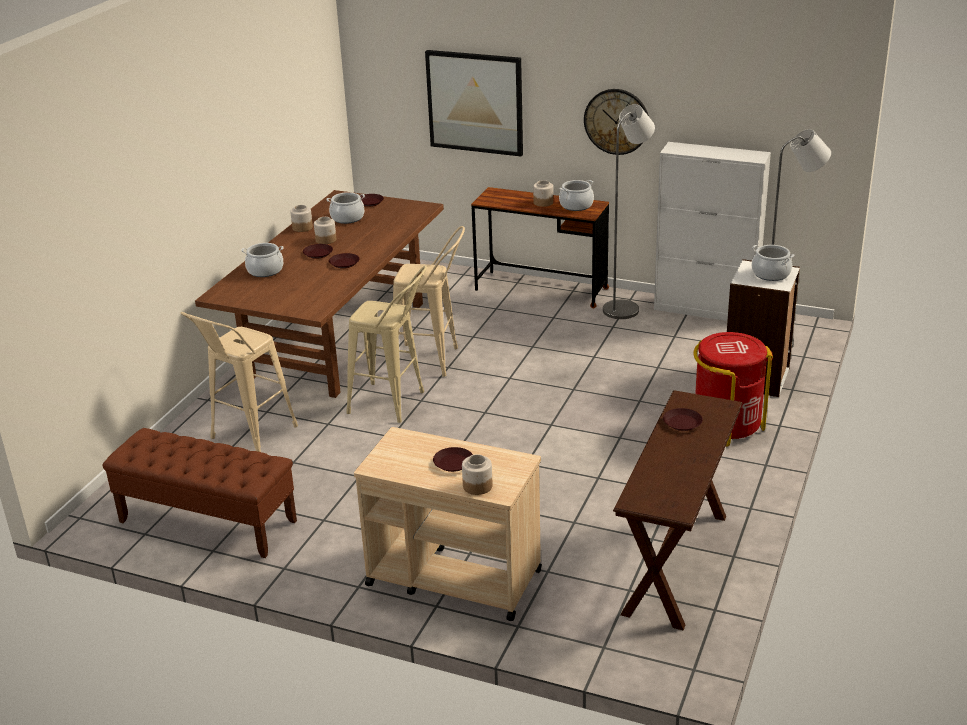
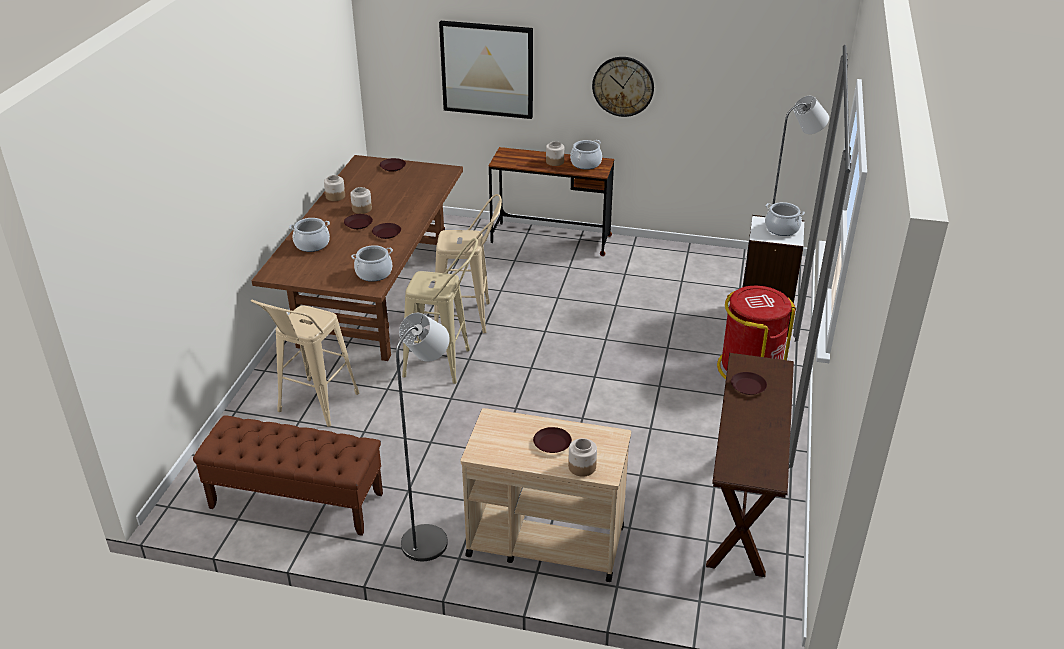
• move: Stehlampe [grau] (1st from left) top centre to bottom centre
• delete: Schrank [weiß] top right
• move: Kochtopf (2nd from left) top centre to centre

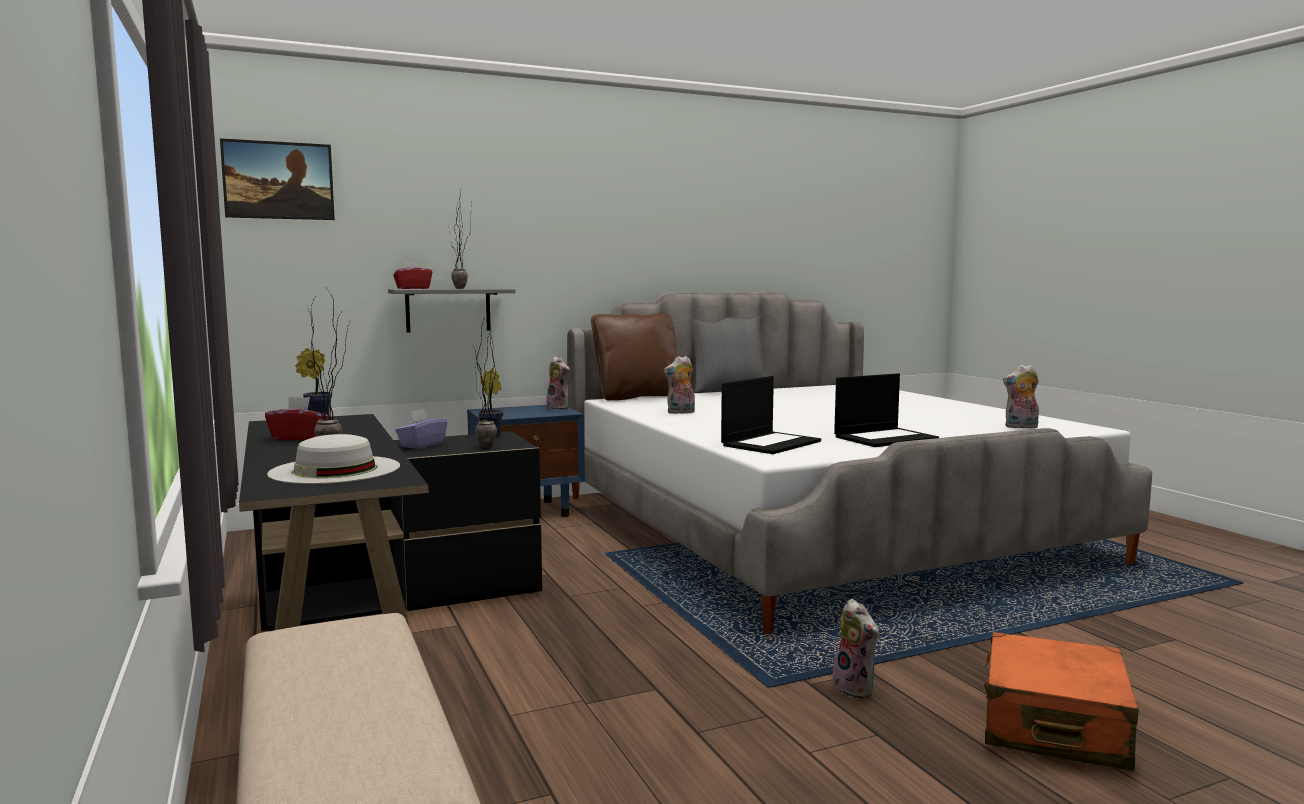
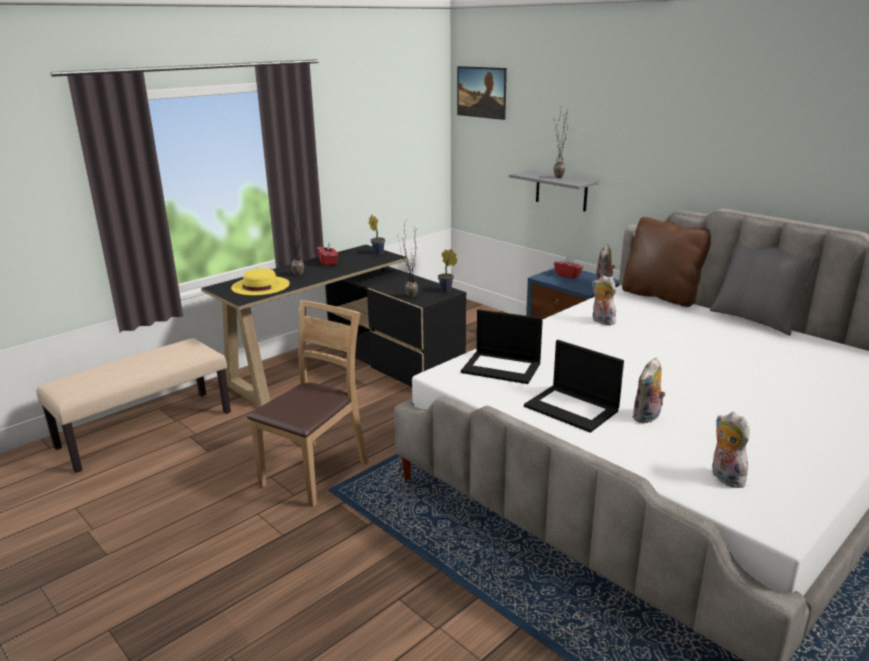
• move: Taschentuchbox [rot] (2nd from left) middle left to centre
• delete: Taschentuchbox [lila] middle left
• recolor: Hut [weiß] middle left to Hut [gelb] middle left
• move: Plüschtier (3rd from left) bottom centre to middle right
• delete: Koffer [orange] bottom right
• insert: Stuhl [braun] centre

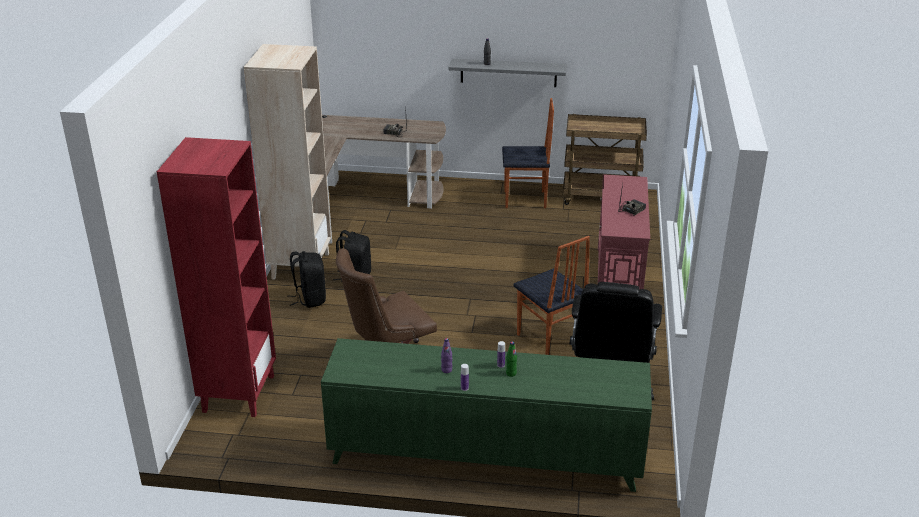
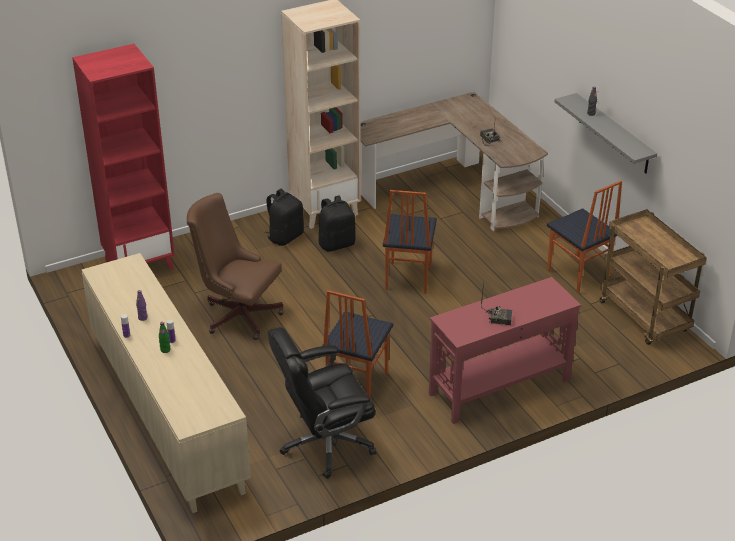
• recolor: Schrank [grün] bottom centre to Schrank [beige] bottom left
• insert: Stuhl (2nd from left) centre

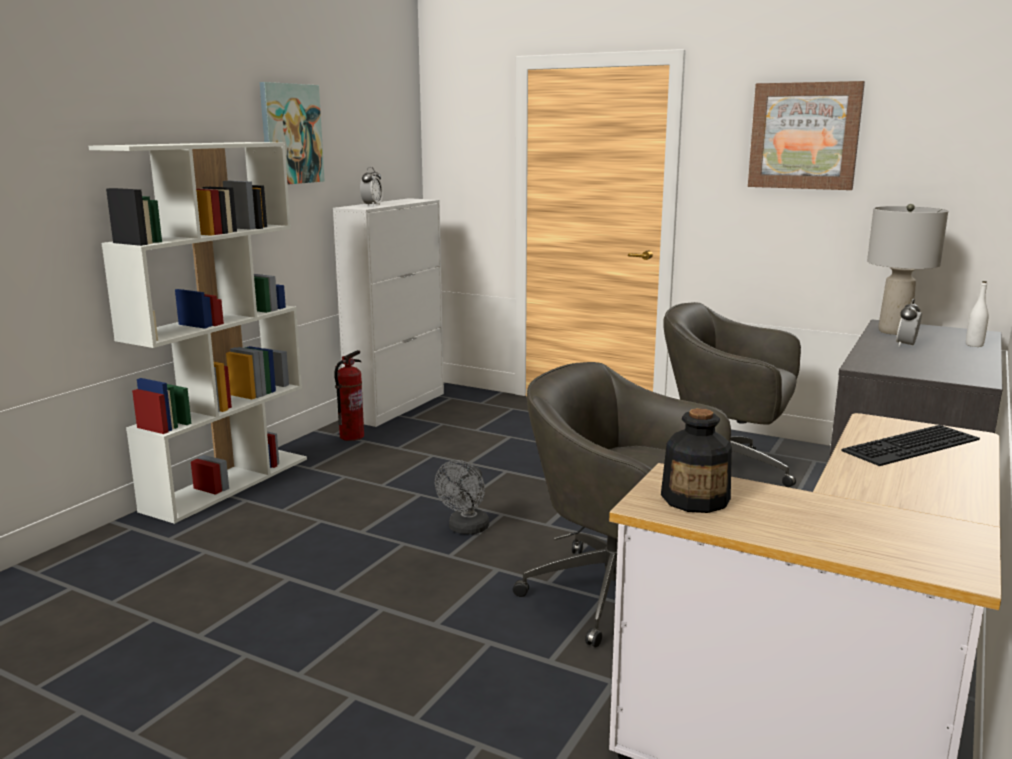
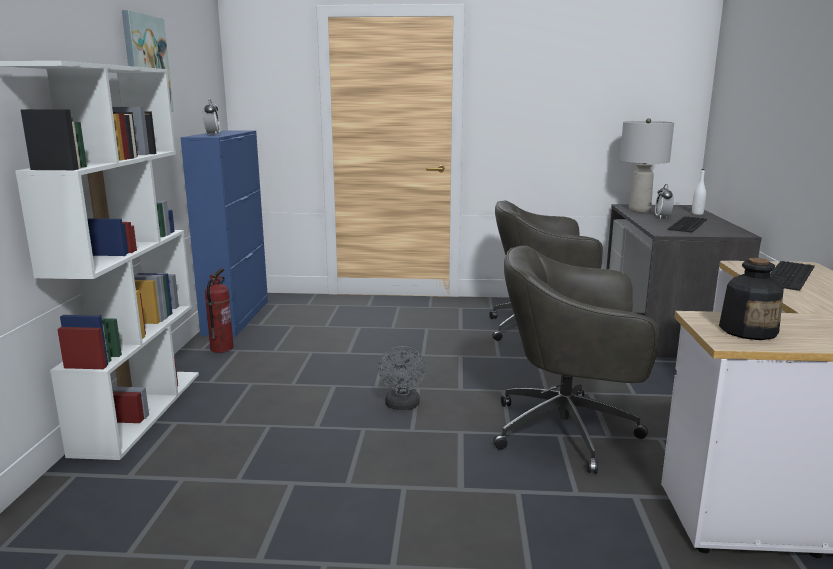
• delete: Bild (2nd from left) top right
• recolor: Schrank [weiß] centre to Schrank [blau] middle left
• insert: Tastatur (1st from left) middle right

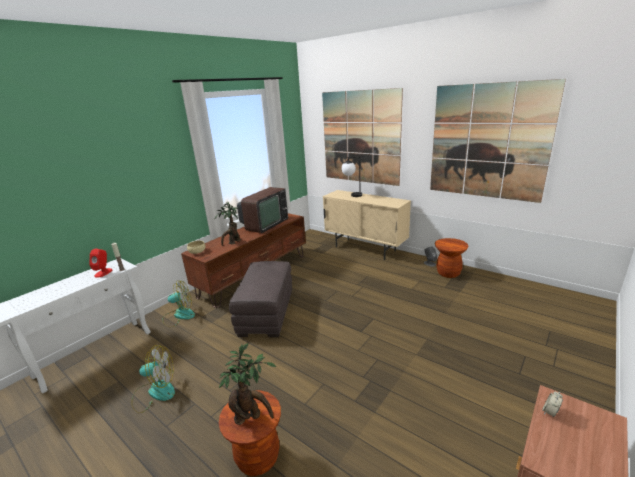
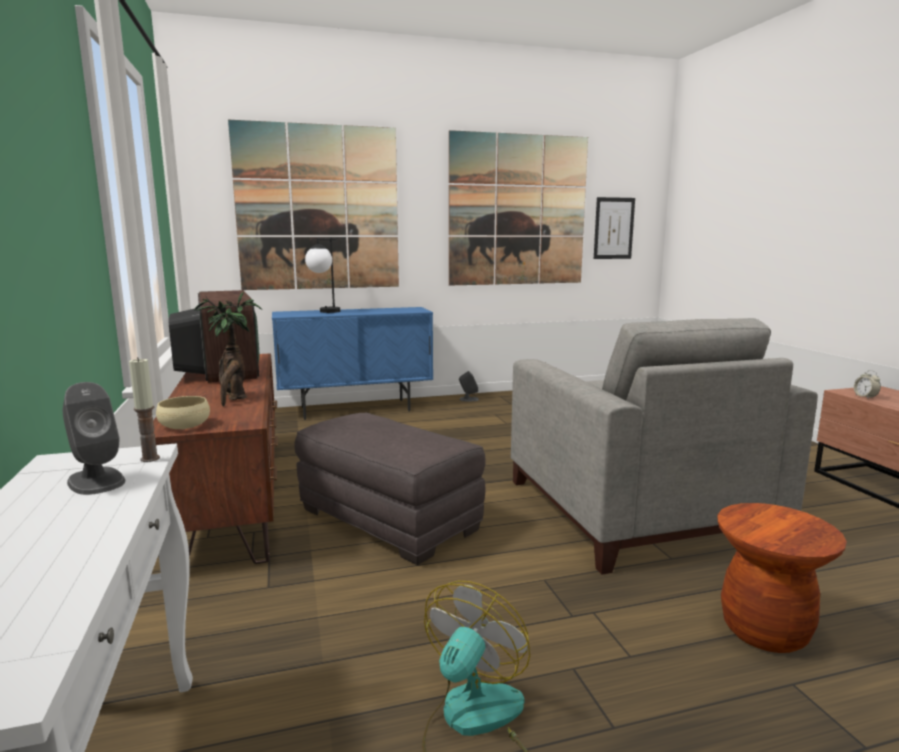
• recolor: Schrank [beige] centre to Schrank [blau] centre
• delete: Hocker [braun] (2nd from left) middle right
• recolor: Lautsprecher [rot] middle left to Lautsprecher [grau] (1st from left) middle left
• delete: Ventilator (2nd from left) middle left
• delete: Topfpflanze (2nd from left) bottom centre
• insert: Bild (3rd from left) top right
• insert: Sessel [grau] middle right

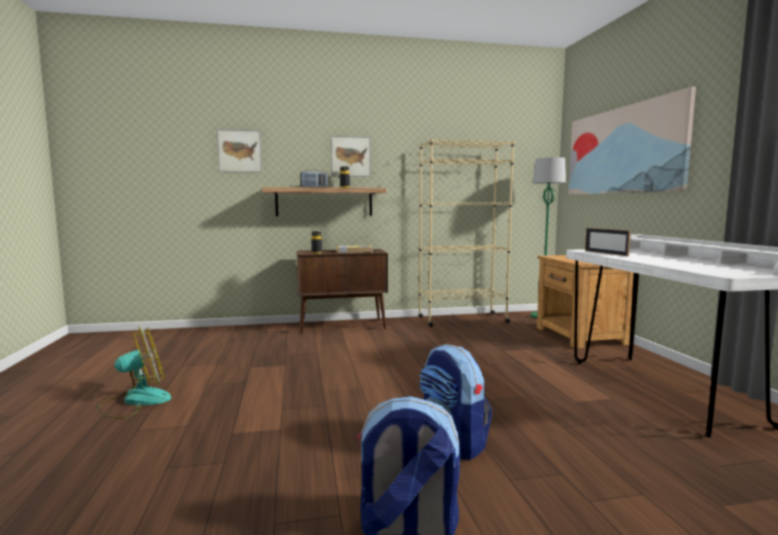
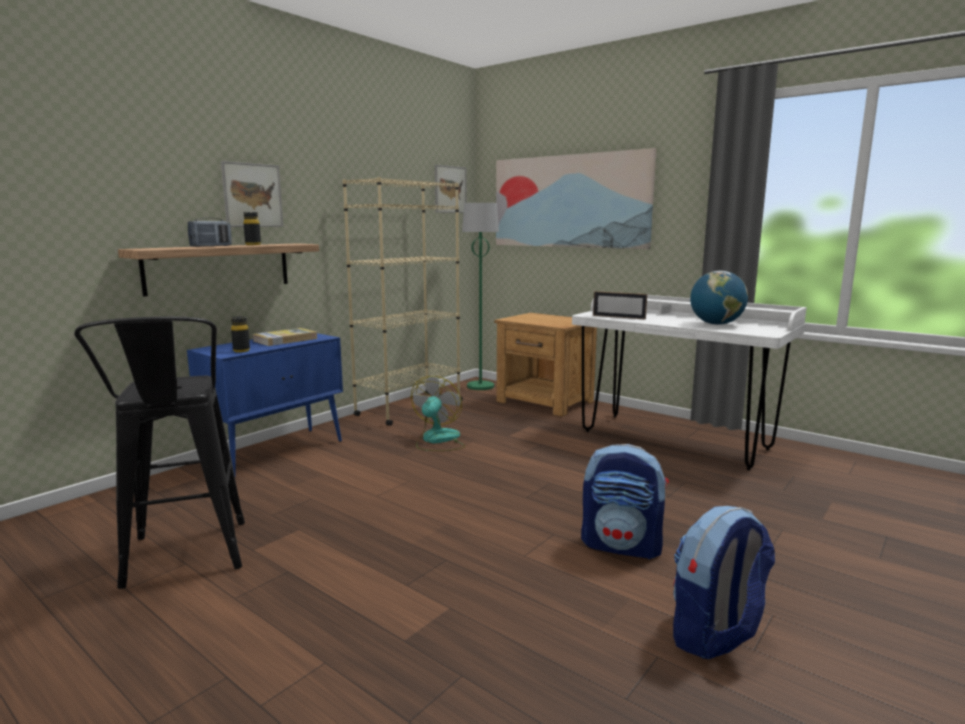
• move: Bild (1st from left in the first image) top left to Bild (2nd from left) top centre
• recolor: Schrank [braun] centre to Schrank [blau] middle left
• move: Ventilator bottom left to centre
• insert: Globus middle right
• insert: Hocker [schwarz] middle left

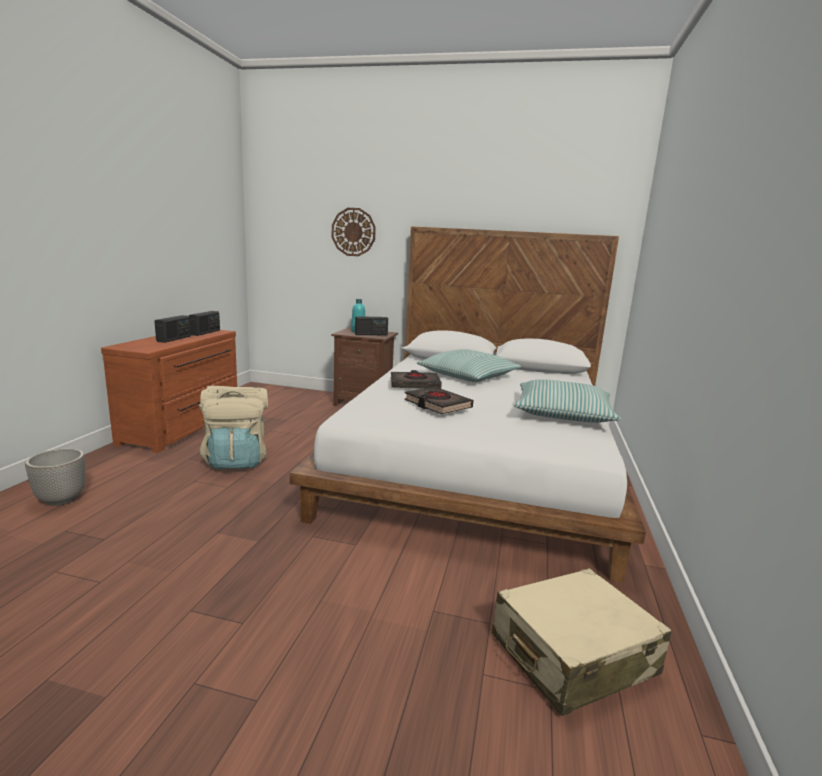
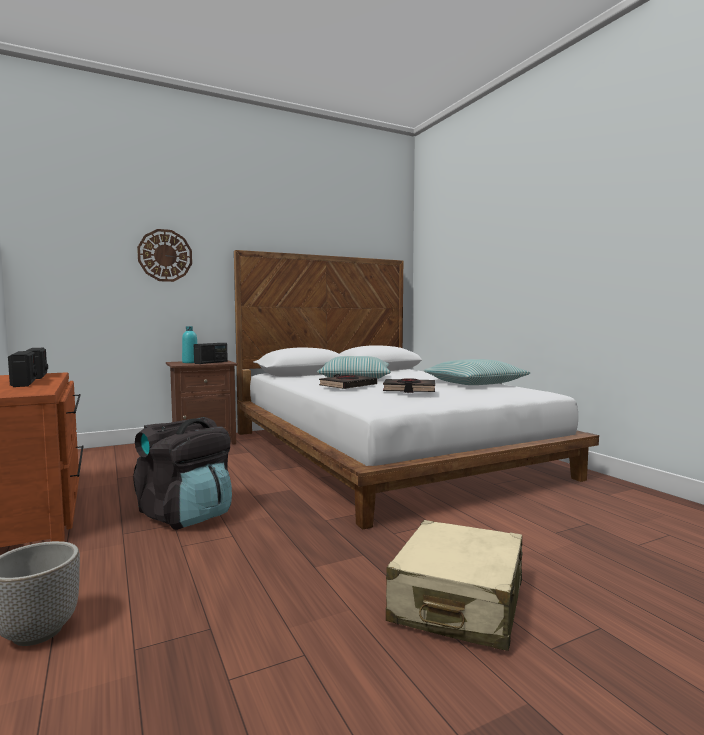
• recolor: Rucksack [beige] middle left to Rucksack [schwarz] middle left
• move: Koffer [beige] bottom right to bottom centre

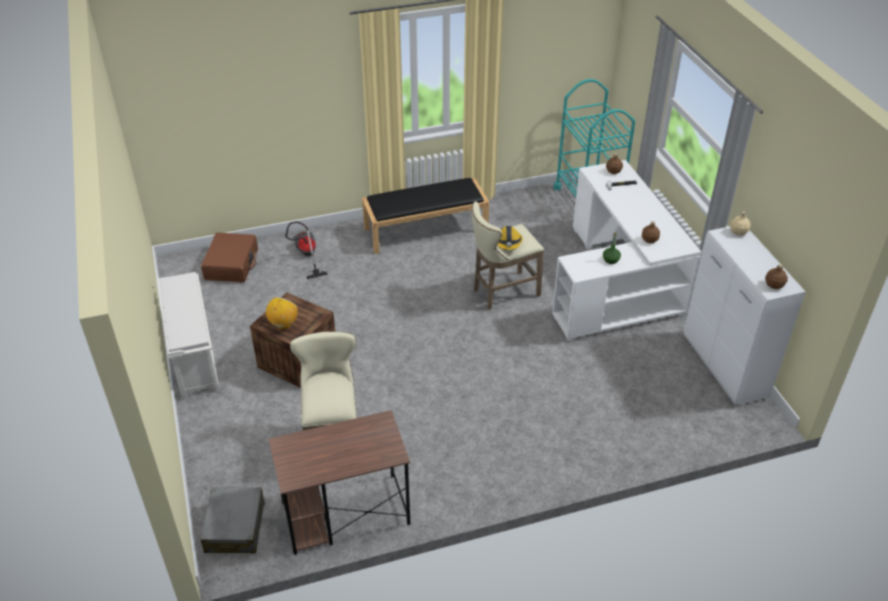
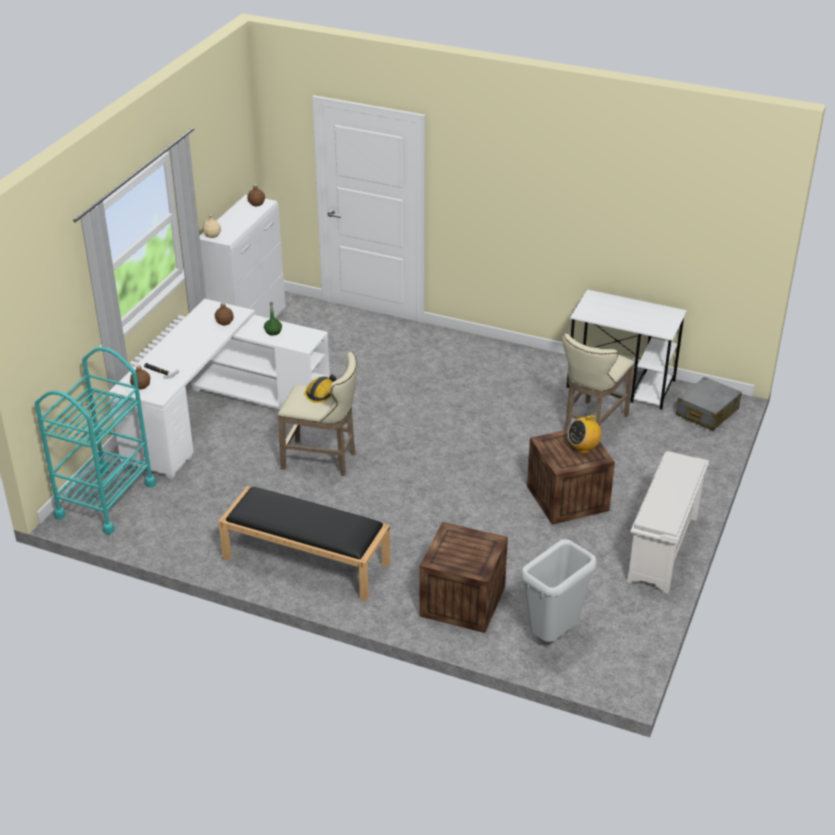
• replace: Staubsauger centre to Kiste (1st from left) bottom centre
• replace: Koffer [braun] middle left to Mülleimer [grau] bottom right
• recolor: Schreibtisch [braun] bottom centre to Schreibtisch [weiß] (2nd from left) middle right

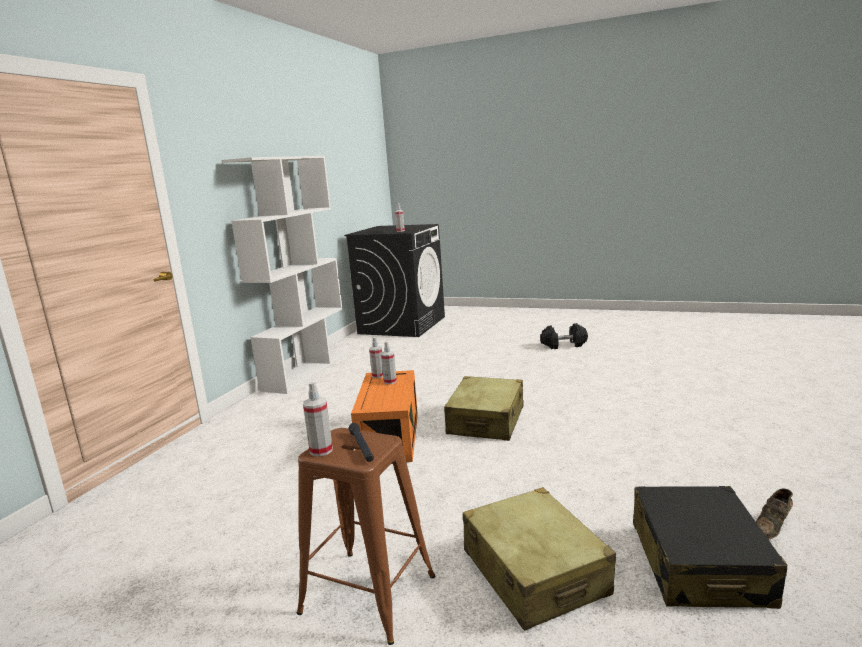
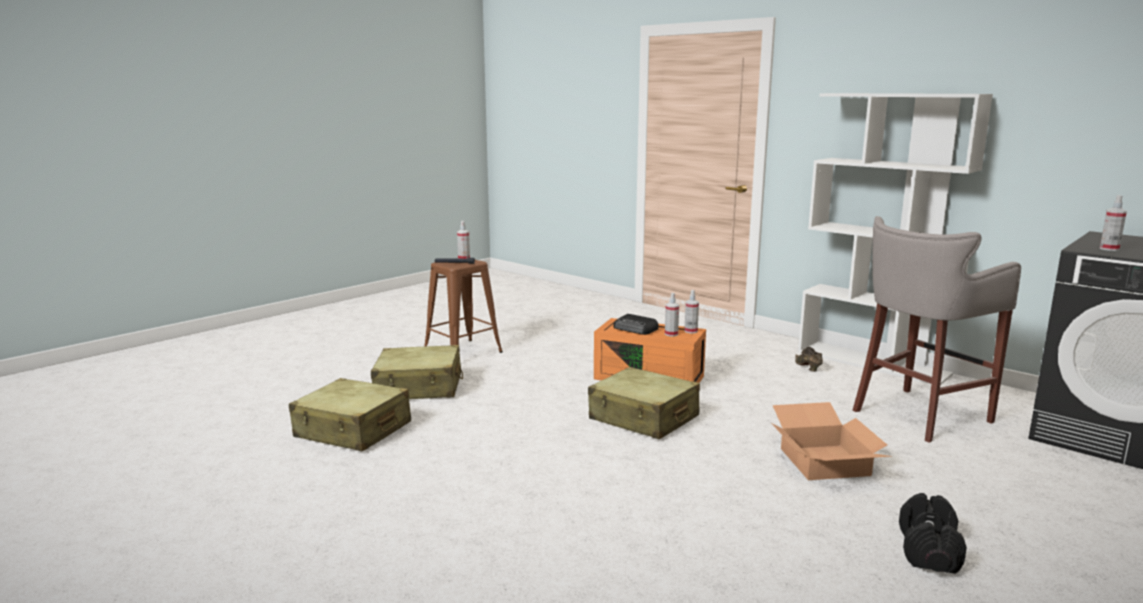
• recolor: Koffer [schwarz] bottom right to Koffer [beige] (1st from left) bottom left
• move: Schuh [braun] bottom right to middle right
• insert: Hocker [grau] middle right
• insert: Radio centre
• insert: Karton bottom right

